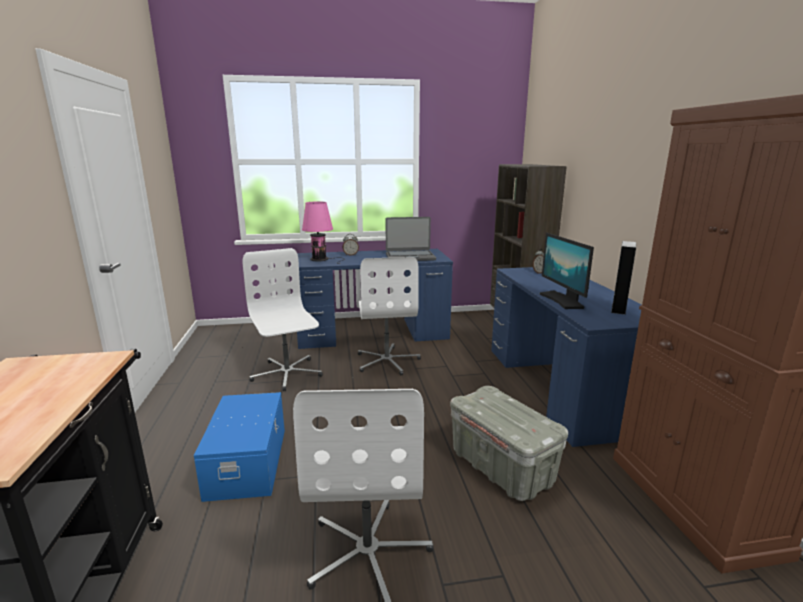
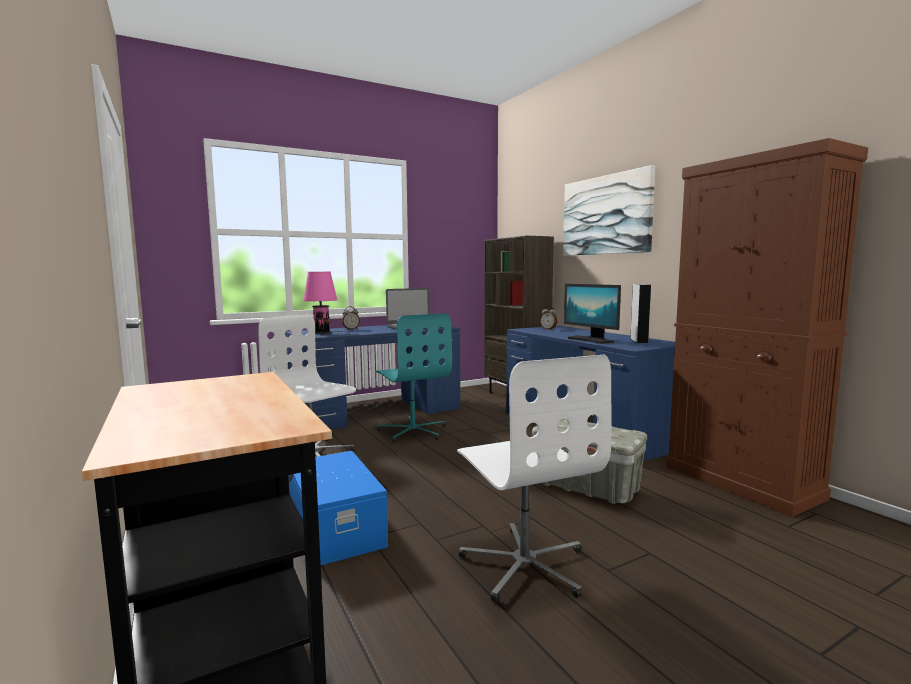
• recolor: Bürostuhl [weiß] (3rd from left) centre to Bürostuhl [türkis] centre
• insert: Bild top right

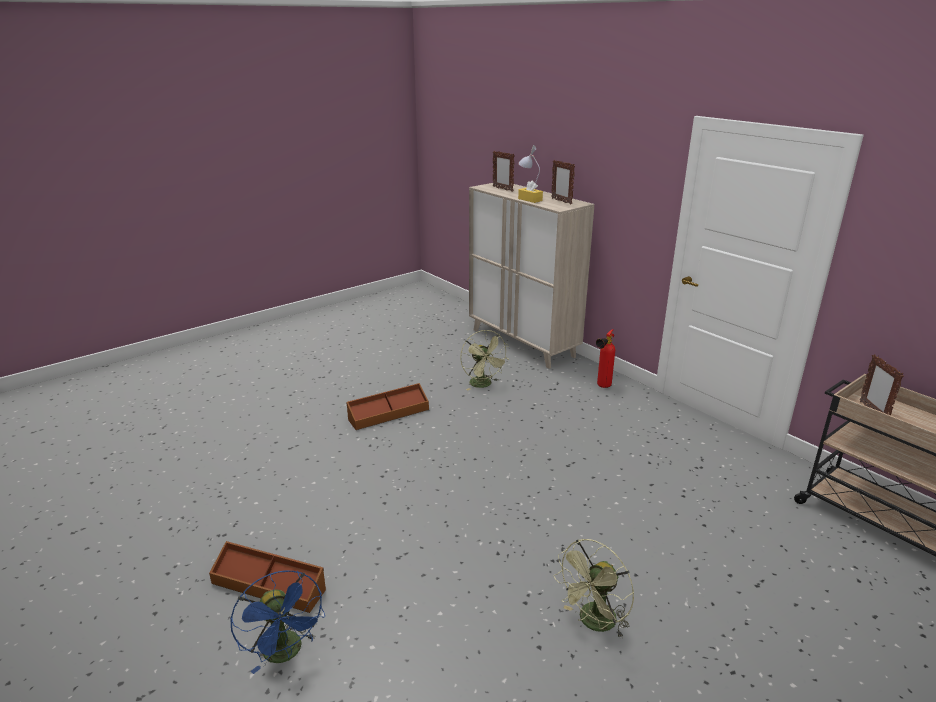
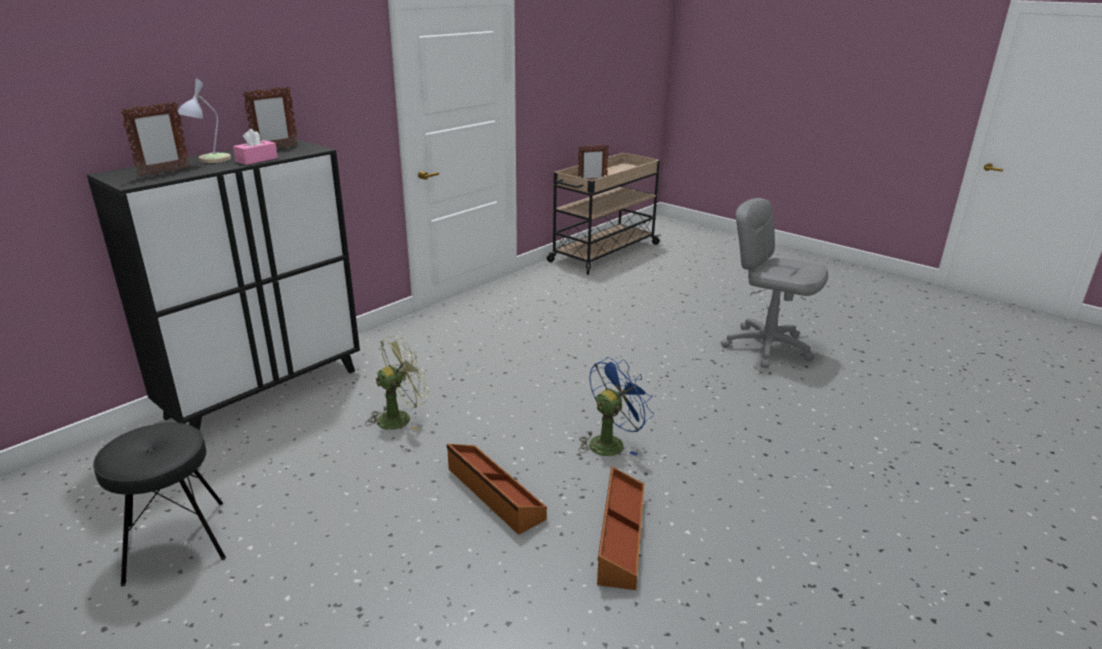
• recolor: Taschentuchbox [gelb] top centre to Taschentuchbox [rosa] top left
• recolor: Schrank [beige] centre to Schrank [schwarz] middle left
• delete: Feuerlöscher centre
• replace: Ventilator [grün] (2nd from left) bottom centre to Bürostuhl [grau] middle right
• move: Aufbewahrungsbox [braun] (1st from left in the first image) bottom left to Aufbewahrungsbox [braun] (2nd from left) bottom centre
• move: Ventilator [blau] bottom left to centre
• insert: Hocker [schwarz] bottom left

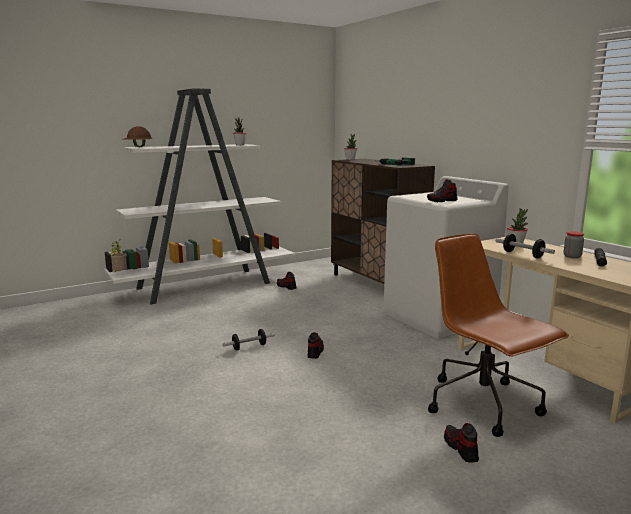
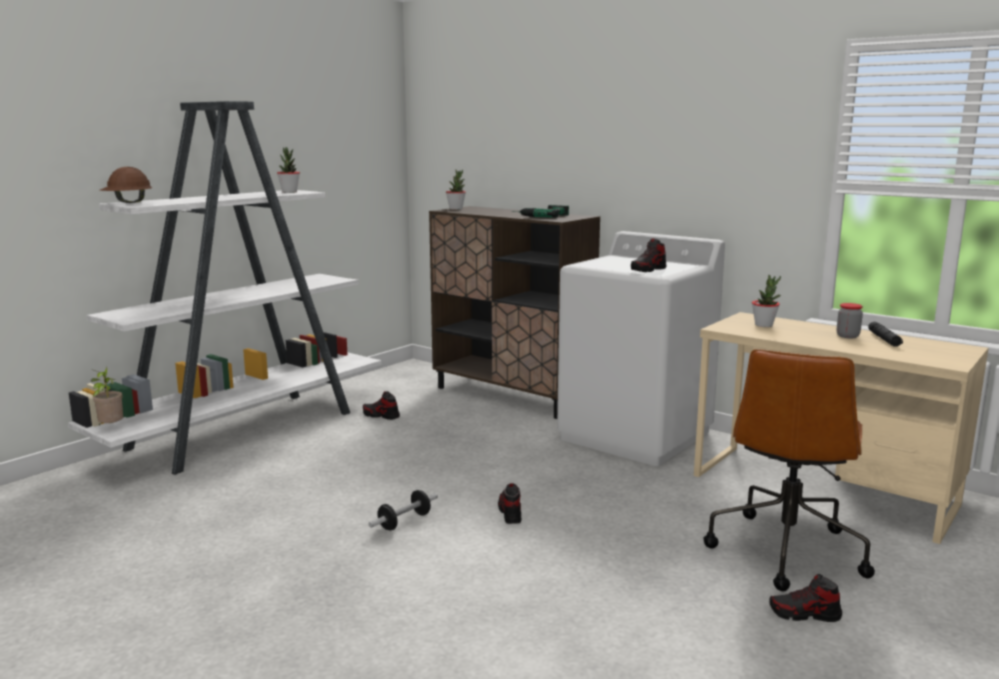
• rotate: Bürostuhl [braun] middle right = bottom right 105 degrees counterclockwise
• delete: Hantel (2nd from left) middle right
• rotate: Schuh (4th from left) bottom right = bottom right 45 degrees counterclockwise

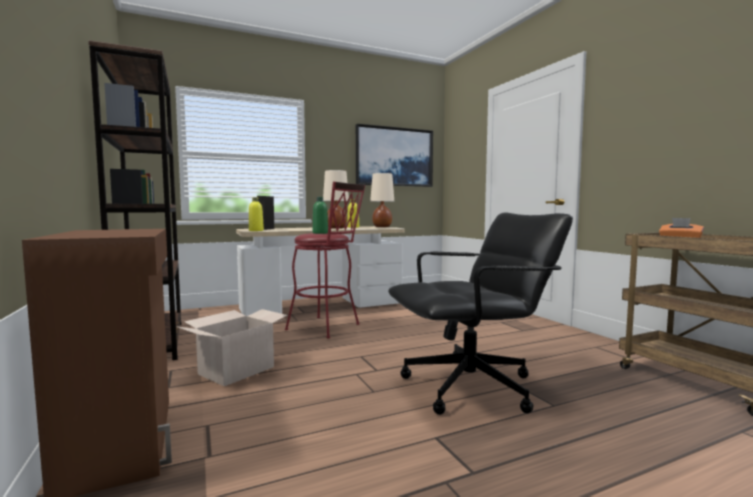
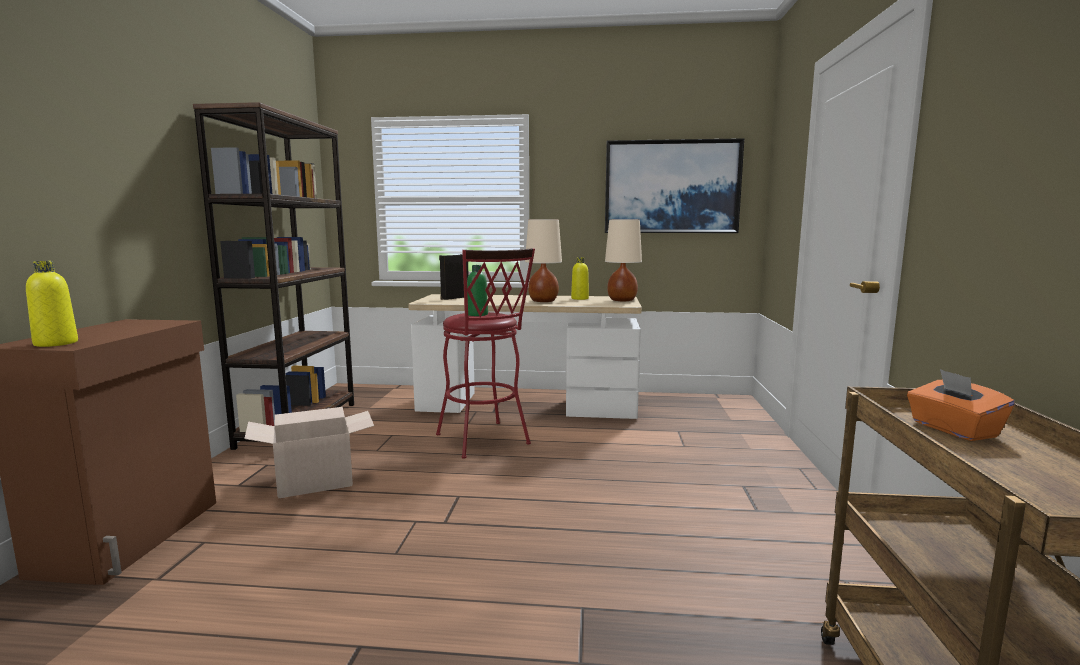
• move: Flasche [gelb] (1st from left) centre to middle left
• delete: Bürostuhl [schwarz] centre

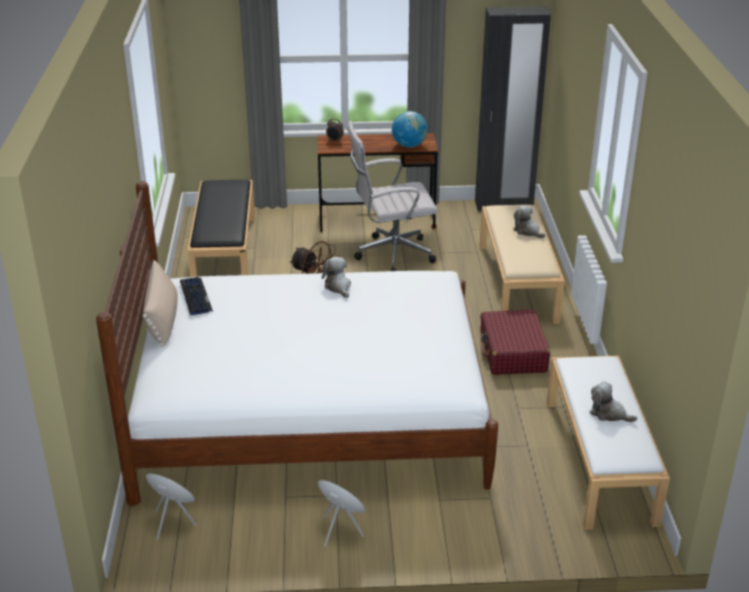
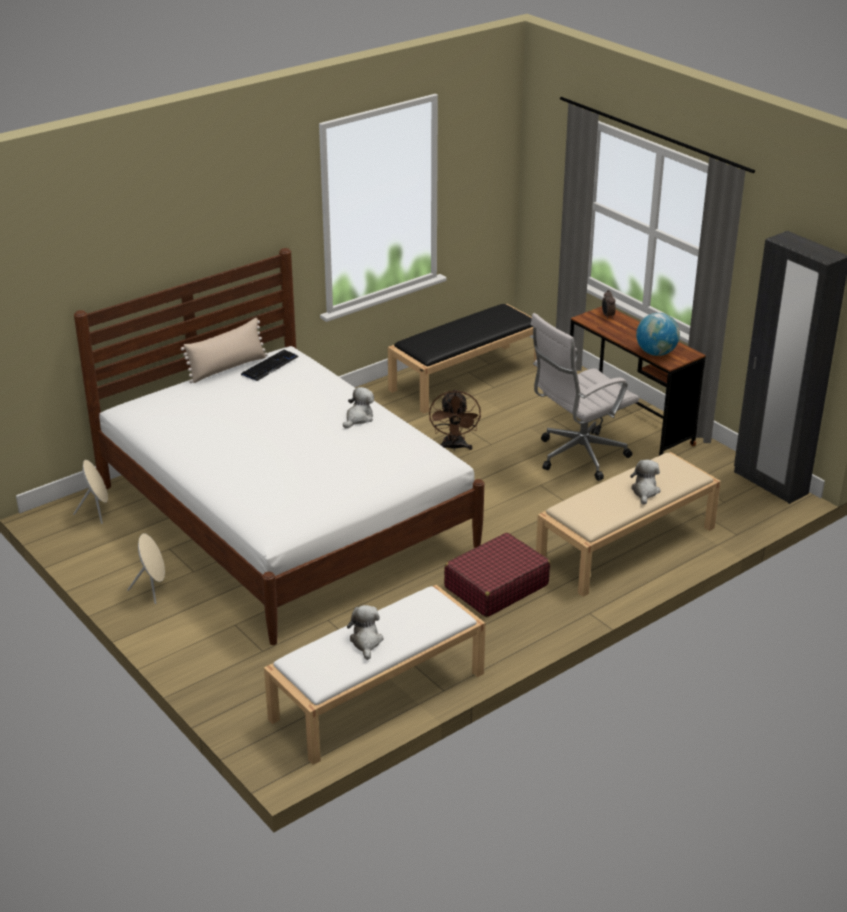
• rotate: Bürostuhl [weiß] top centre = middle right 75 degrees counterclockwise

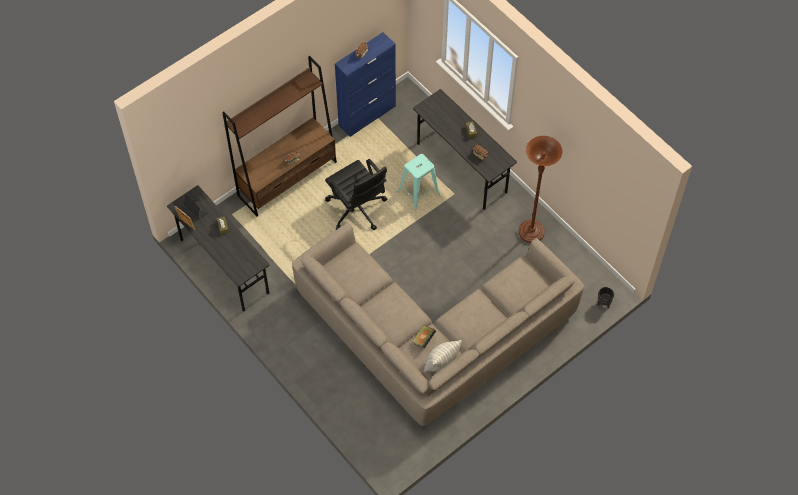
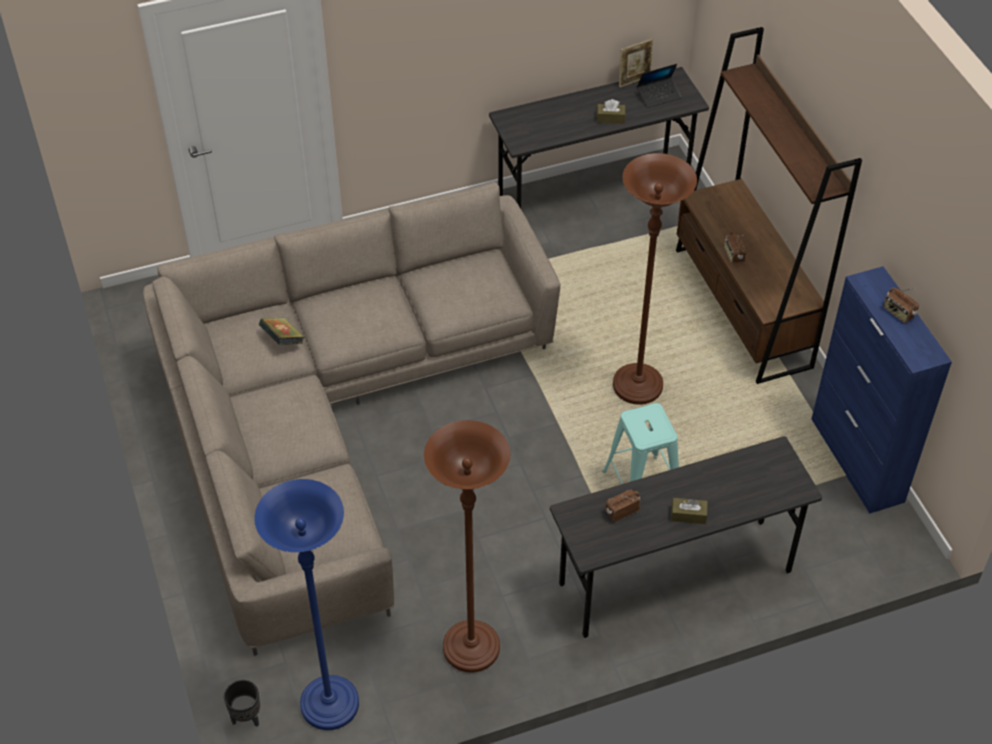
• replace: Bürostuhl [schwarz] centre to Stehlampe [braun] (2nd from left) centre
• delete: Kissen bottom centre
• insert: Stehlampe [blau] bottom left

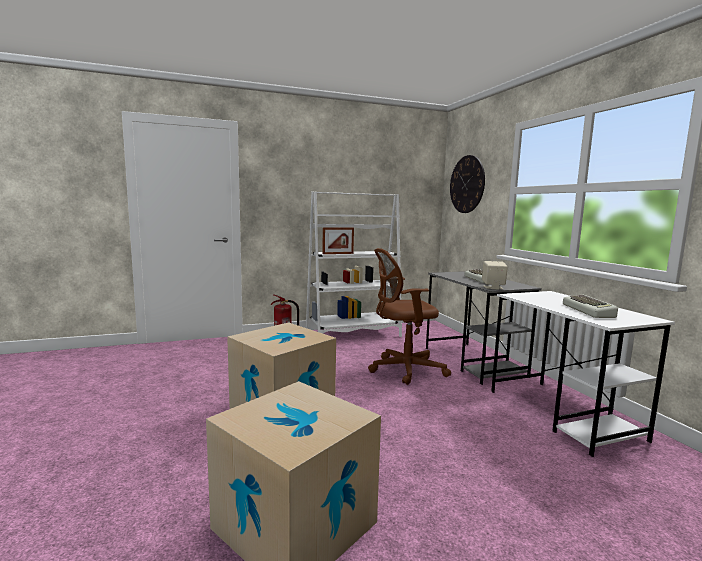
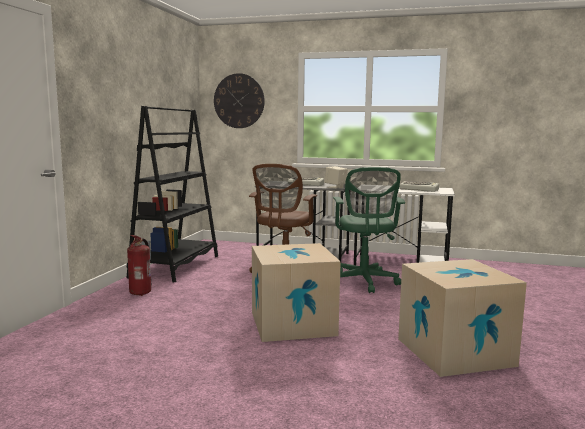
• recolor: Bücherregal [weiß] centre to Bücherregal [schwarz] middle left
• delete: Bilderrahmen centre
• insert: Bürostuhl [grün] centre

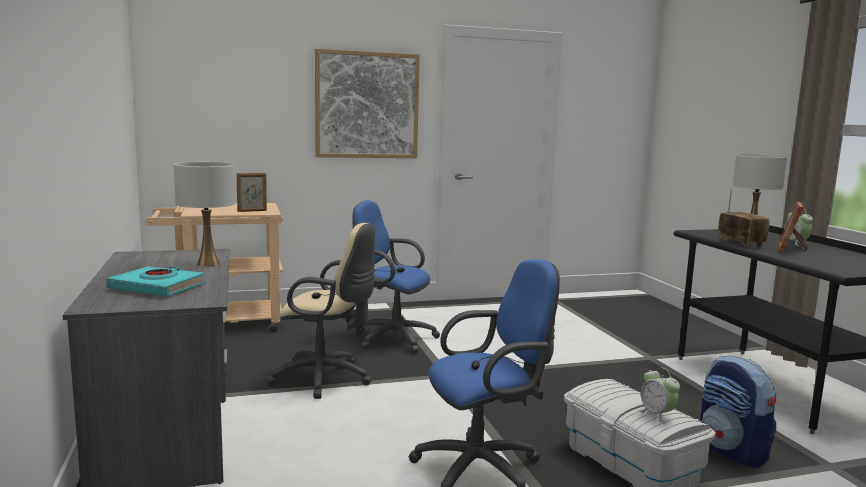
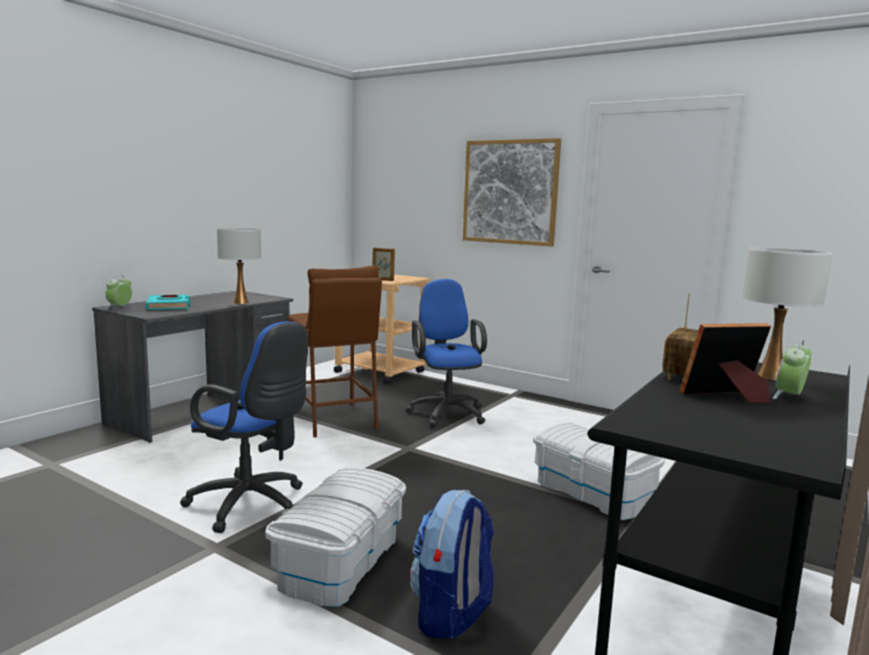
• replace: Bürostuhl [beige] centre to Hocker [braun] centre
• move: Wecker (1st from left) bottom right to middle left
• insert: Aufbewahrungsbox [weiß] (2nd from left) bottom right

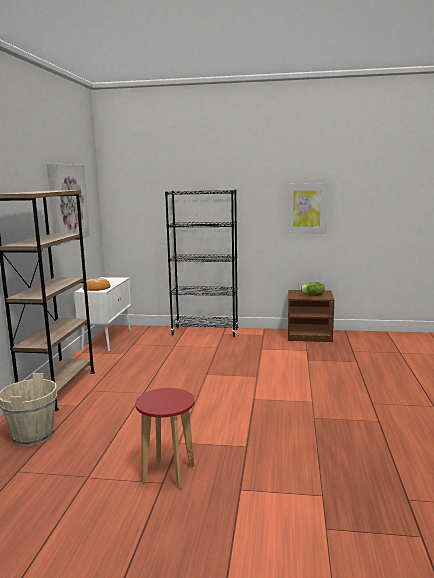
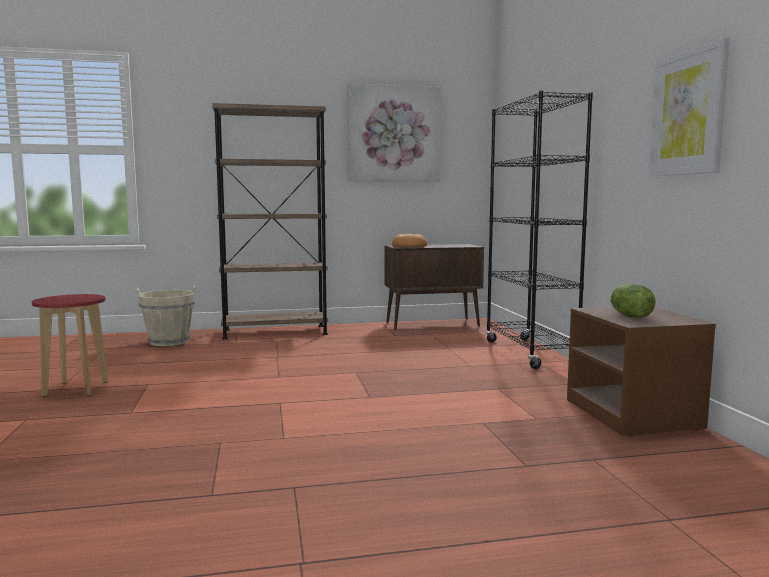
• recolor: Schrank [weiß] middle left to Schrank [braun] centre

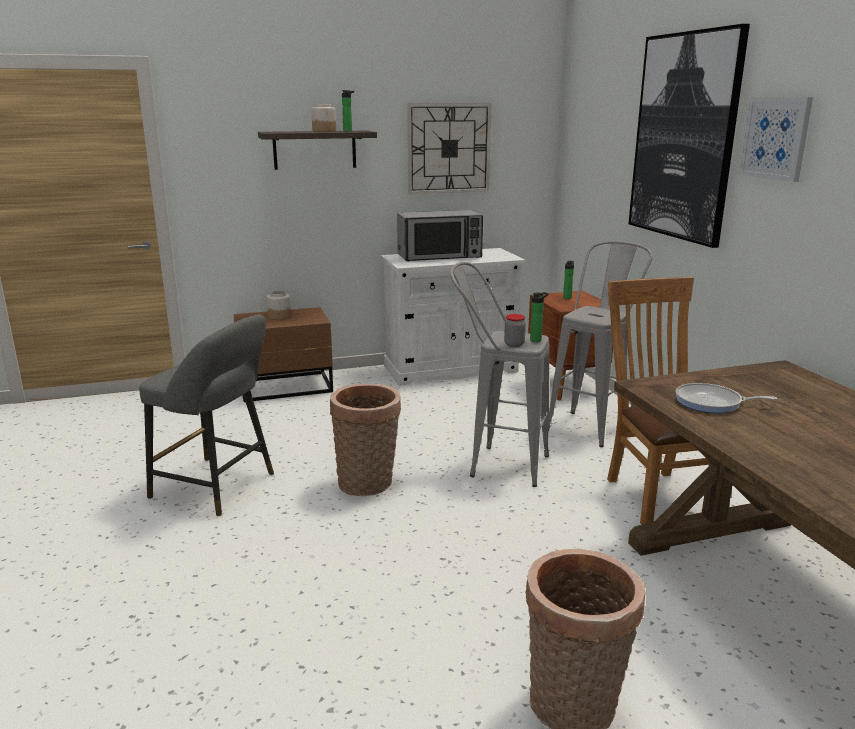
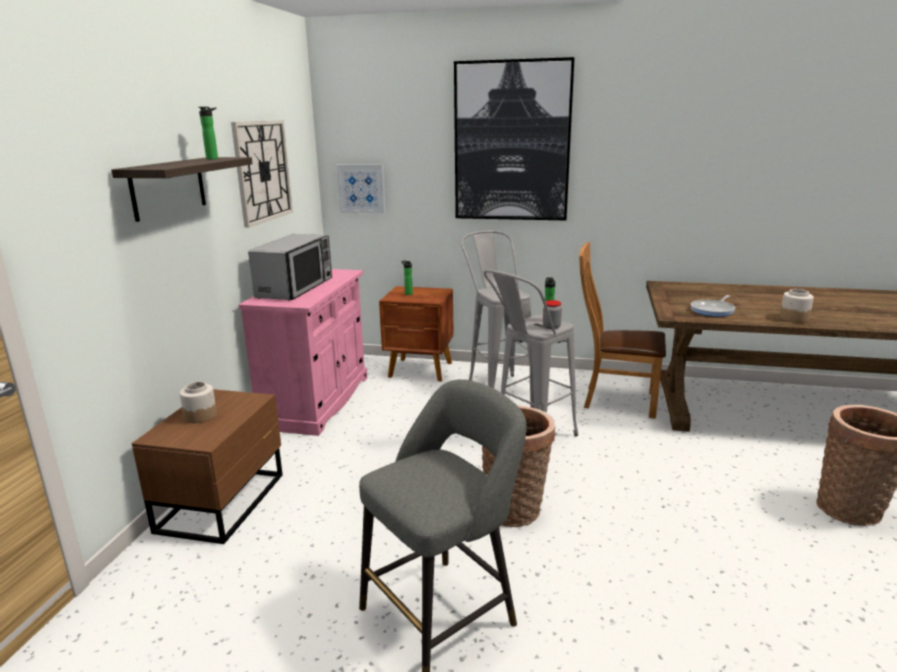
• move: Bild (2nd from left in the first image) top right to Bild (1st from left) top centre
• move: Vorratsglas (2nd from left in the first image) top centre to Vorratsglas (3rd from left) middle right
• recolor: Schrank [weiß] centre to Schrank [rosa] centre

